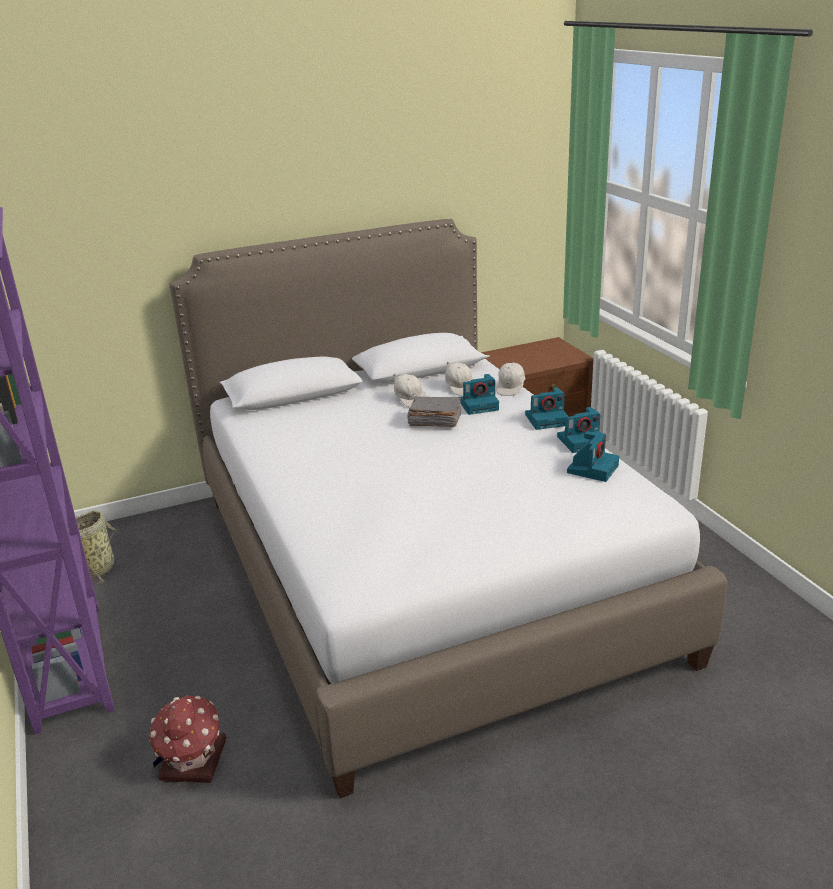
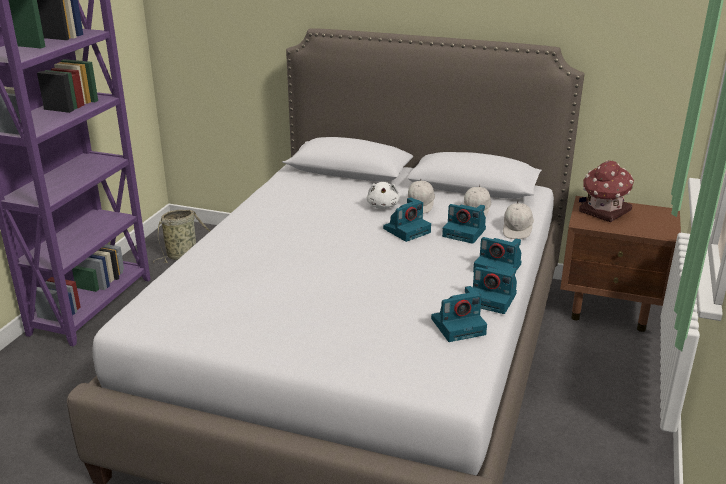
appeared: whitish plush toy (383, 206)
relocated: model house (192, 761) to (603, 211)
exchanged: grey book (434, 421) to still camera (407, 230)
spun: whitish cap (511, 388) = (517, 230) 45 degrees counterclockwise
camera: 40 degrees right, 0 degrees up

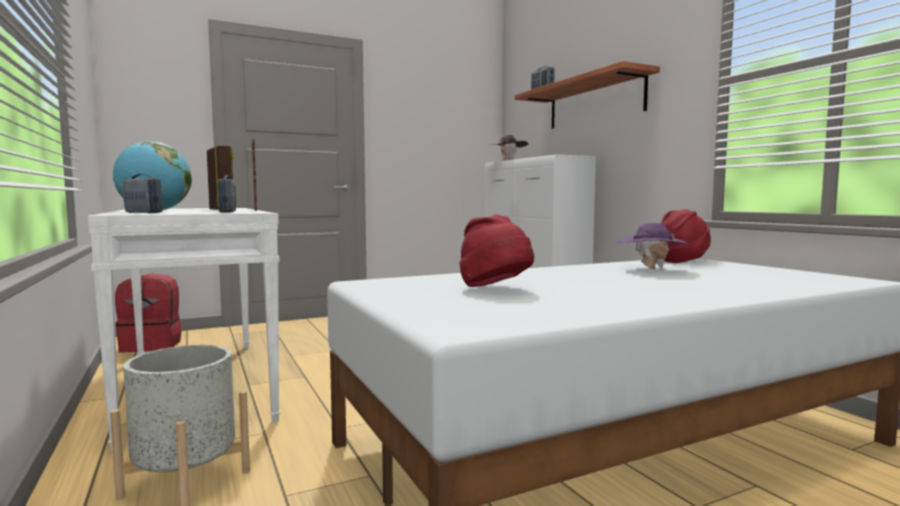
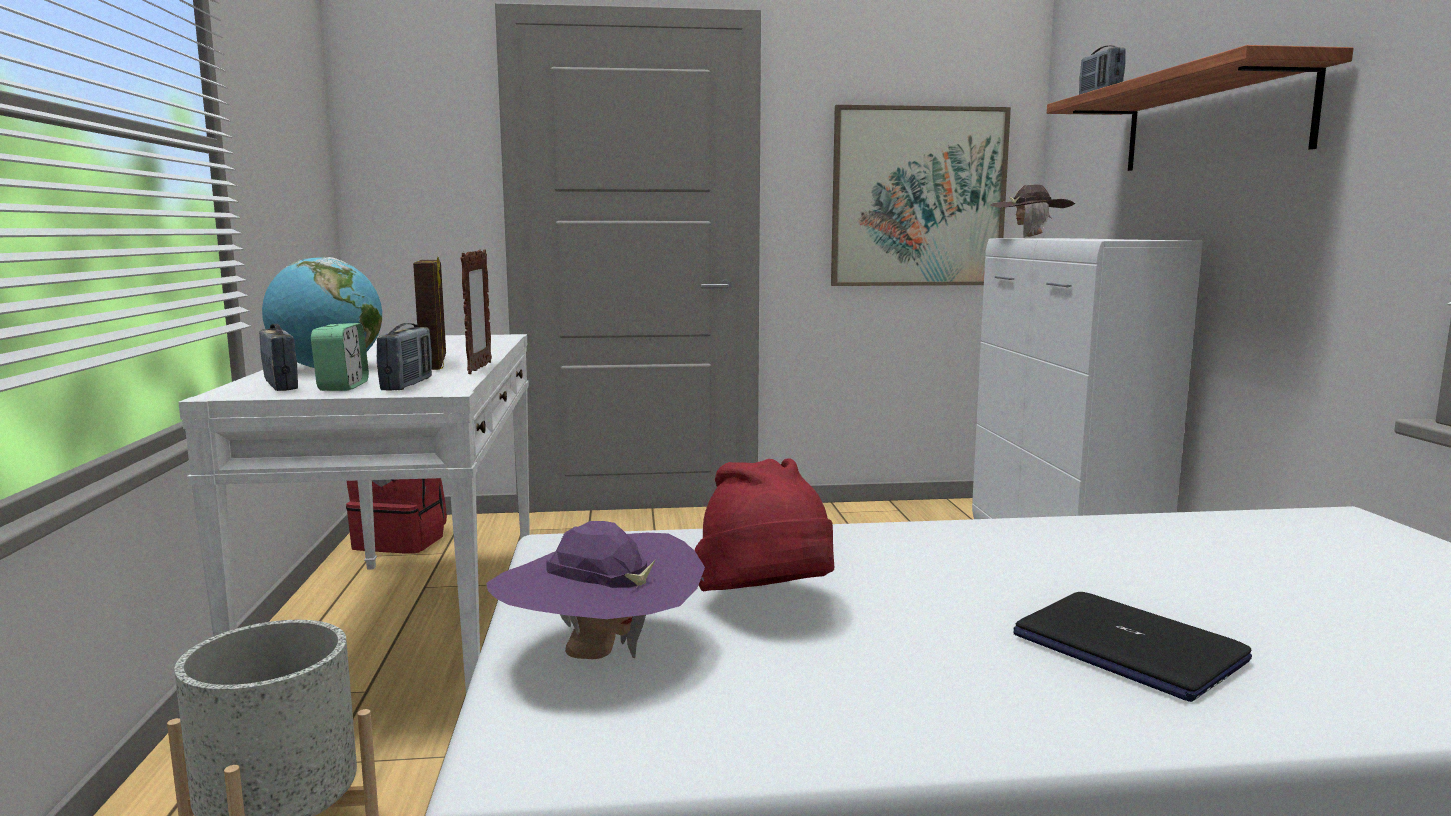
missing: red hat (682, 261)
appeared: wall art (918, 197); table clock (343, 386); portable computer (1126, 648)
relocated: purple-coloured hat (651, 270) to (599, 656)
camera: 20 degrees right, 5 degrees up

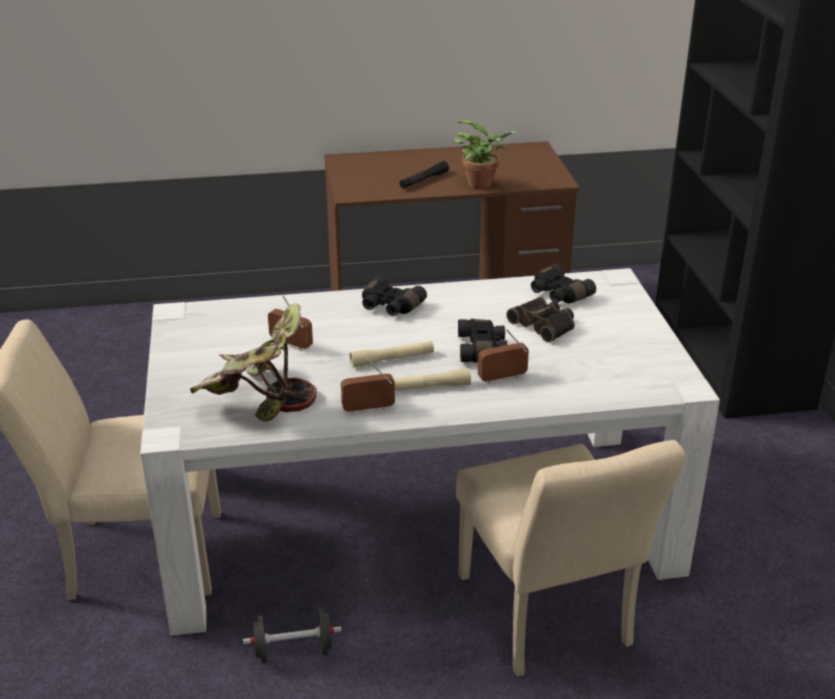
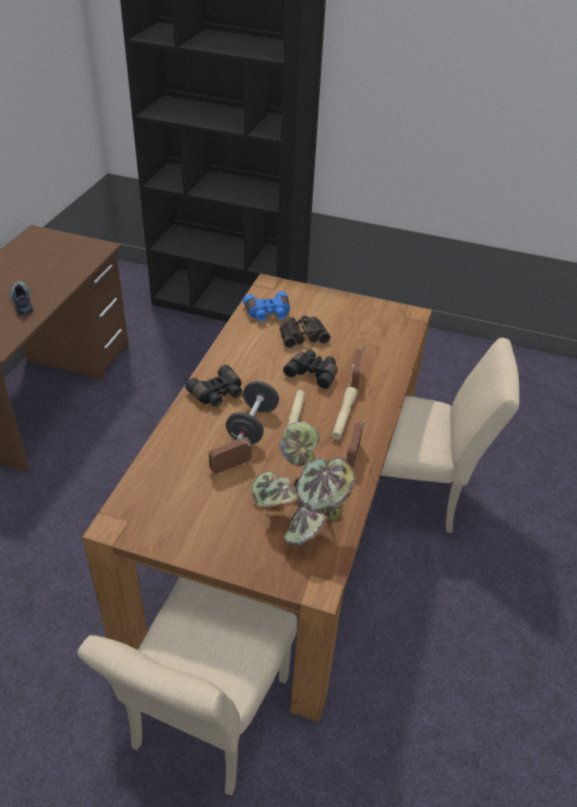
missing: houseplant (483, 184)
relocated: blackish hand weight (293, 651) to (252, 425)
exchanged: blackish flashlight (424, 180) to low shoe (21, 302)
colour: blackish pair of binoculars (558, 294) to blue pair of binoculars (268, 314); whitish dinner table (417, 519) to brown dinner table (282, 518)
camera: 65 degrees left, 10 degrees up

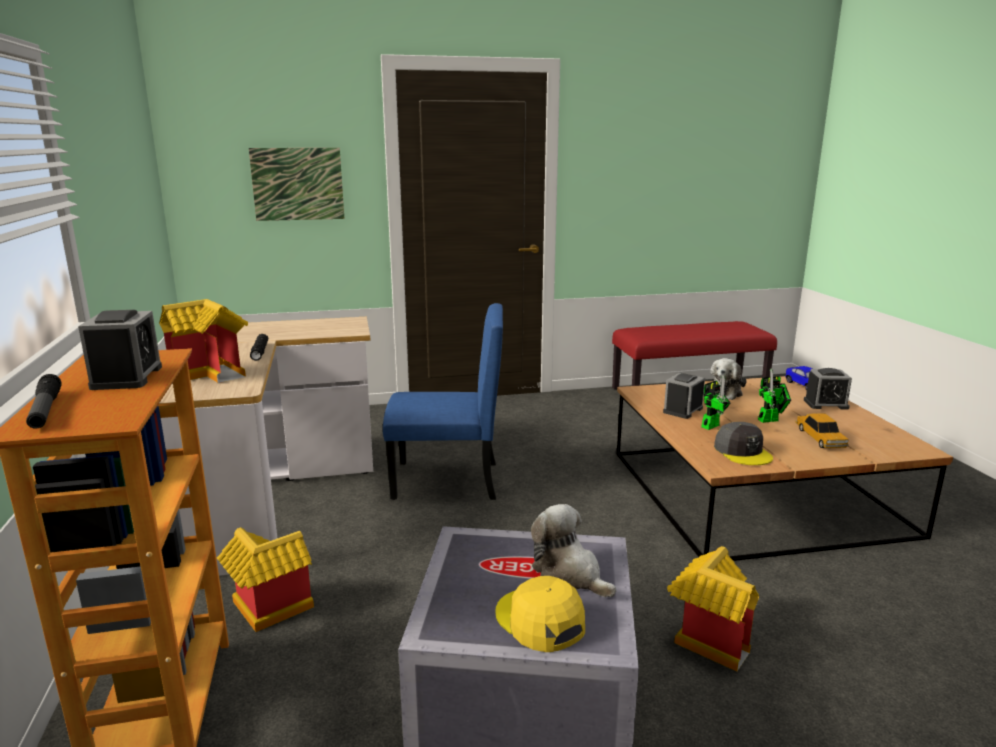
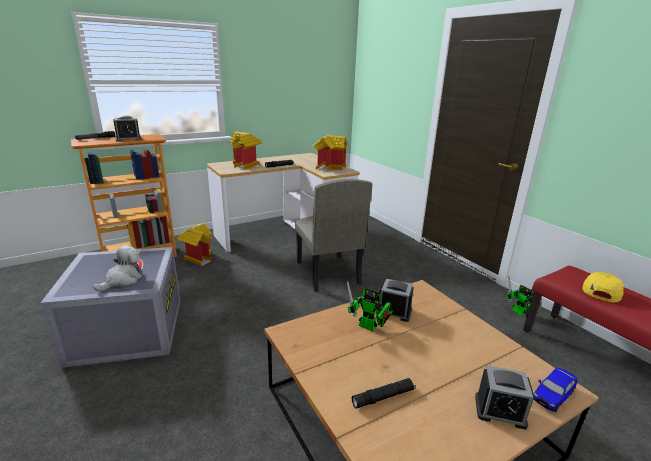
missing: wall art (297, 184); plush toy (725, 392); grey cap (742, 452)
relocated: robot figure (771, 420) to (520, 313); model house (706, 638) to (329, 167); yellowish cap (539, 620) to (601, 291)
exchanged: miniature car (820, 438) to blackish flashlight (383, 397)
colour: blue upright chair (446, 481) to beige upright chair (327, 273)
spun: table clock (826, 404) = (500, 411) 60 degrees counterclockwise
camera: 70 degrees right, 5 degrees up

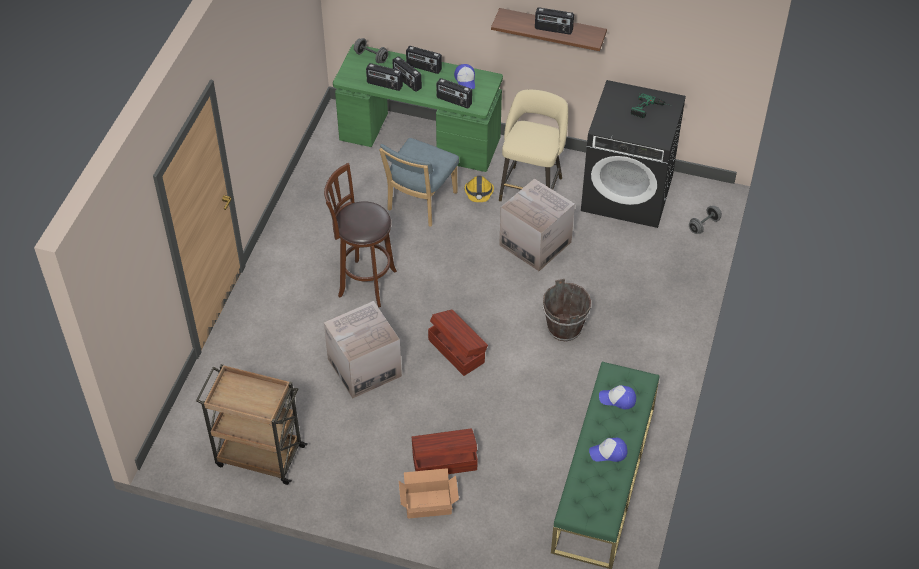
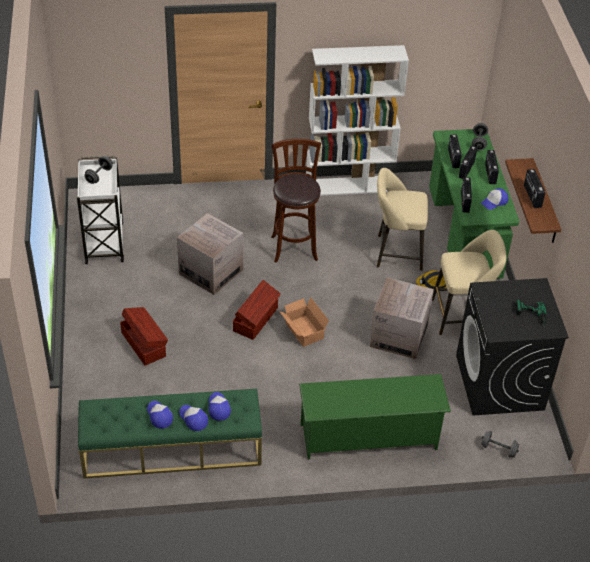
missing: brown water bucket (564, 328)
appeared: whitish shelving unit (349, 186); grey hand weight (99, 175); green-coloured shoe rack (369, 437); cap (193, 419)
relocated: packing box (429, 505) to (303, 332)
exchanged: blue upright chair (420, 203) to beige sitting stool (396, 252)
colour: brown wheeled cart (258, 455) to whitish wheeled cart (104, 241)
camera: 65 degrees right, 5 degrees down

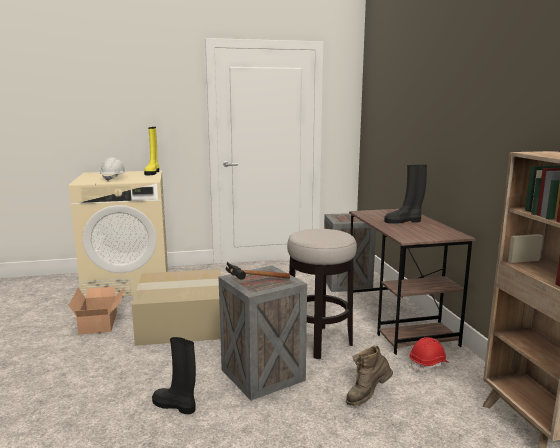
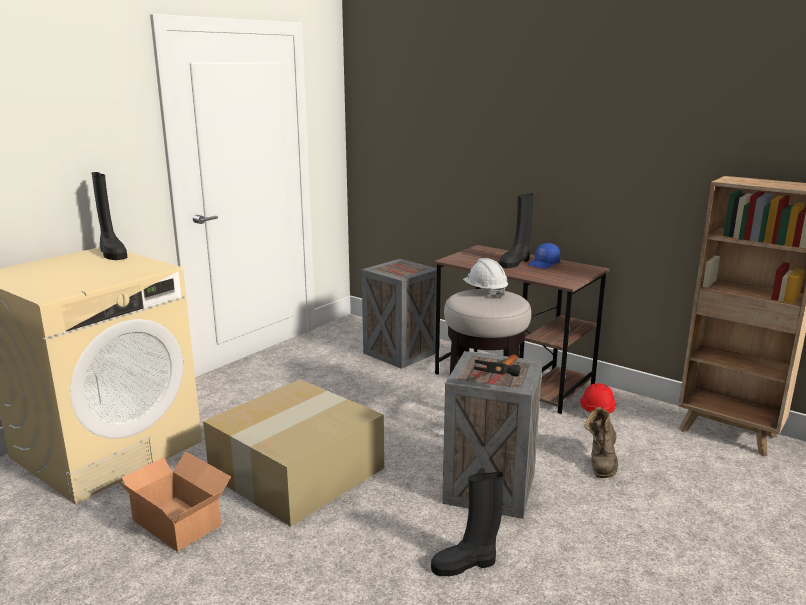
appeared: blue cap (544, 264)
relocated: whitish hard hat (114, 178) to (485, 291)
colour: yellowish boot (152, 173) to blackish boot (112, 253)
camera: 40 degrees left, 5 degrees up

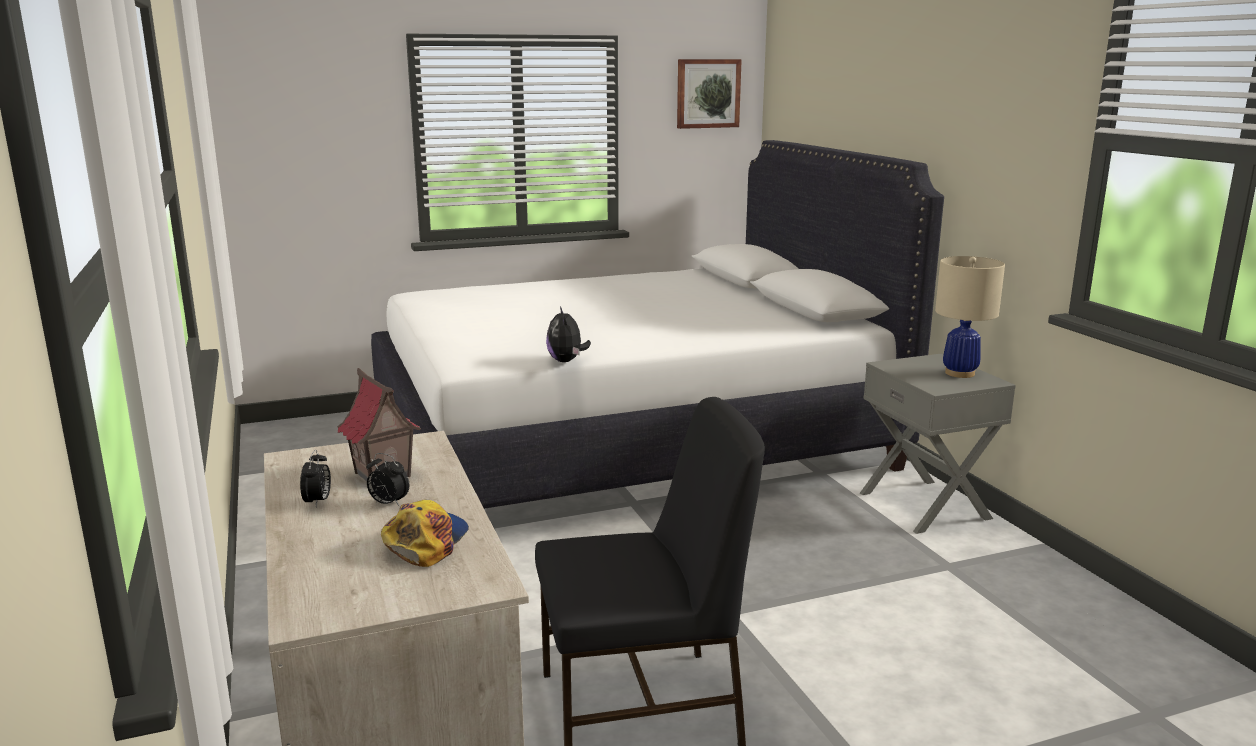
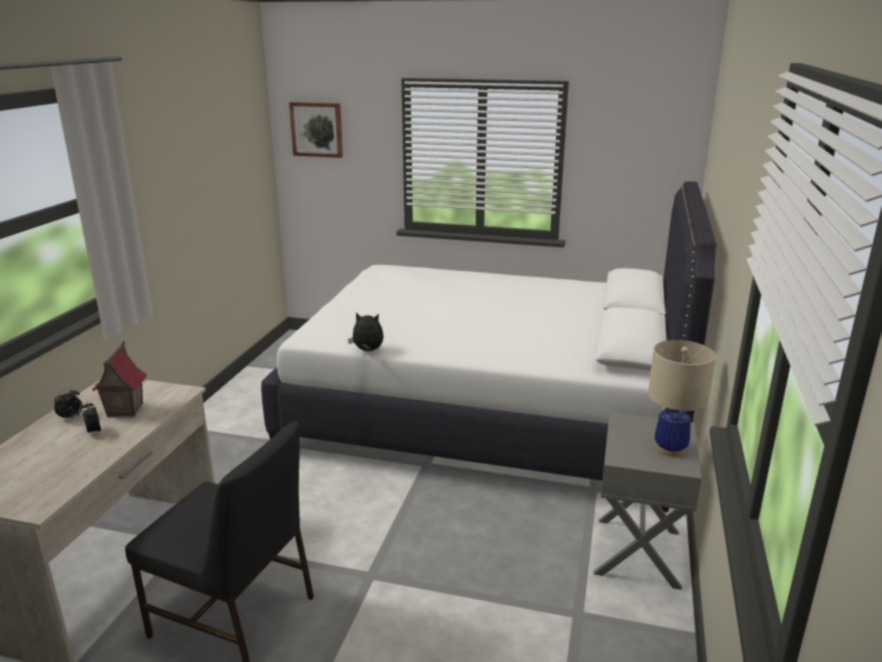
missing: cap (425, 541)
relocated: wall art (707, 93) to (317, 129)
spun: plush toy (567, 361) = (367, 351) 75 degrees clockwise
camera: 35 degrees right, 5 degrees up

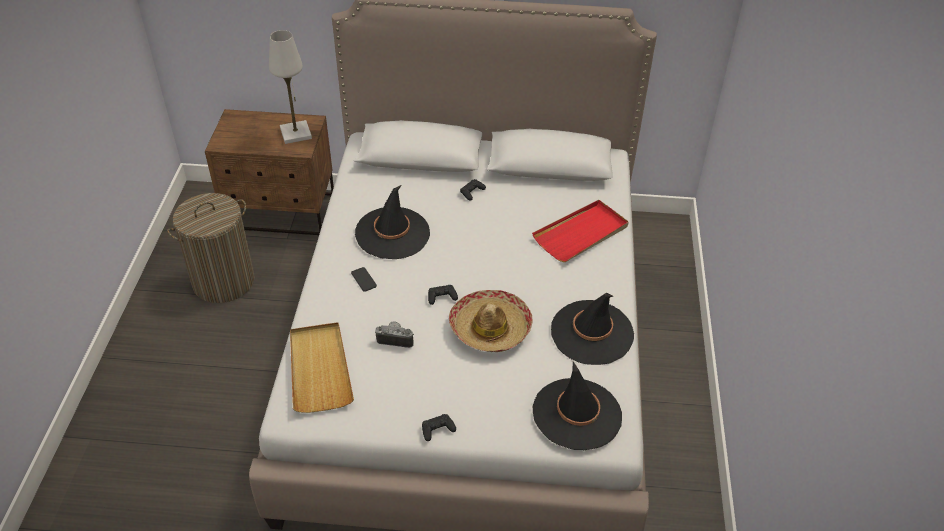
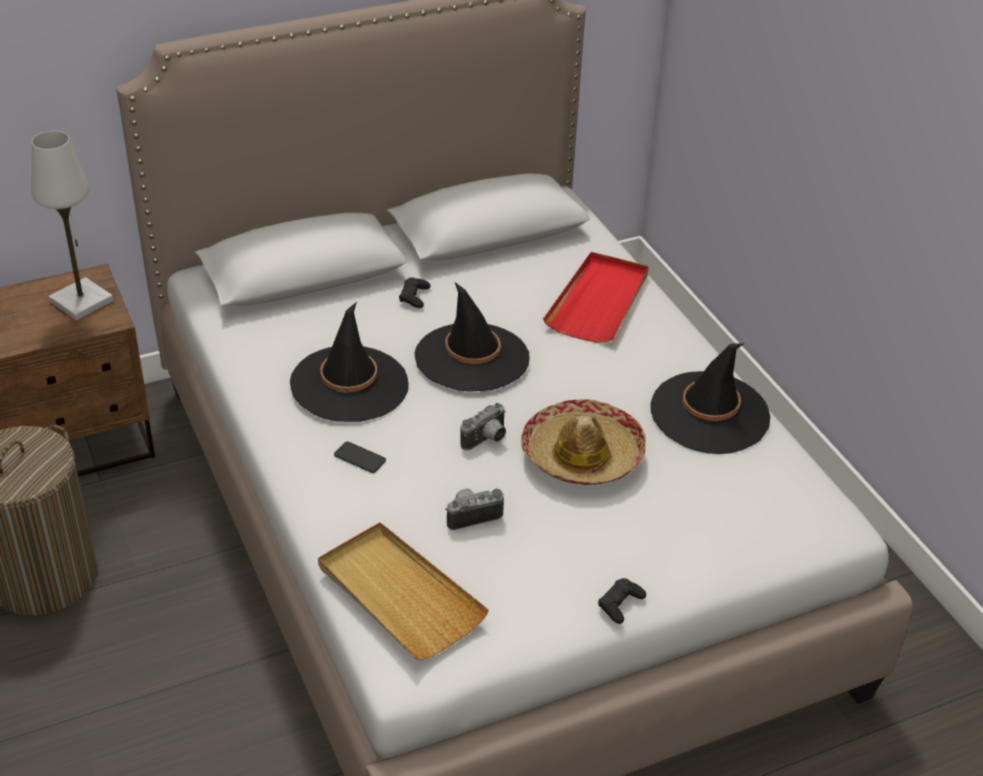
relocated: blackish hat (577, 414) to (472, 358)
exchanged: blackish joypad (442, 297) to still camera (487, 440)
camera: 30 degrees left, 5 degrees down

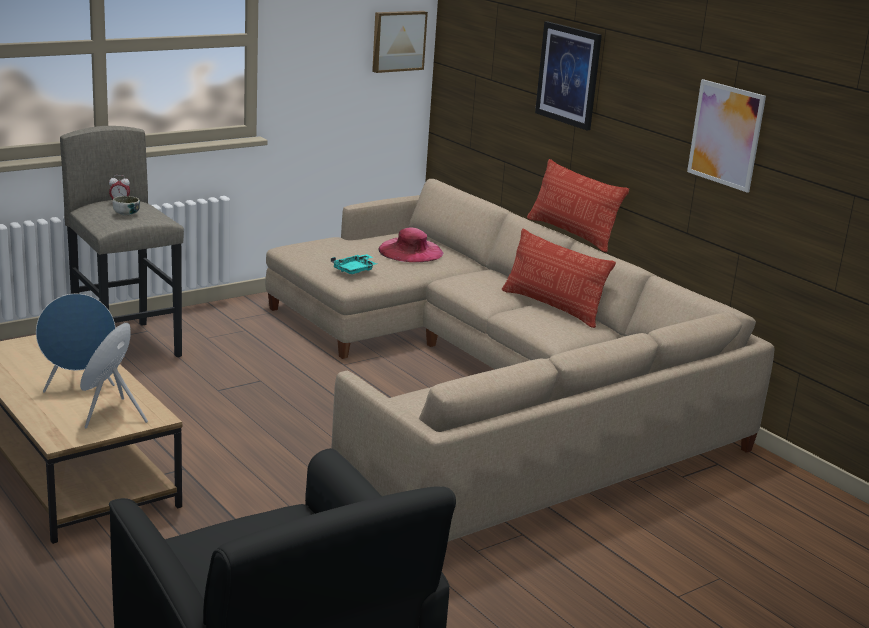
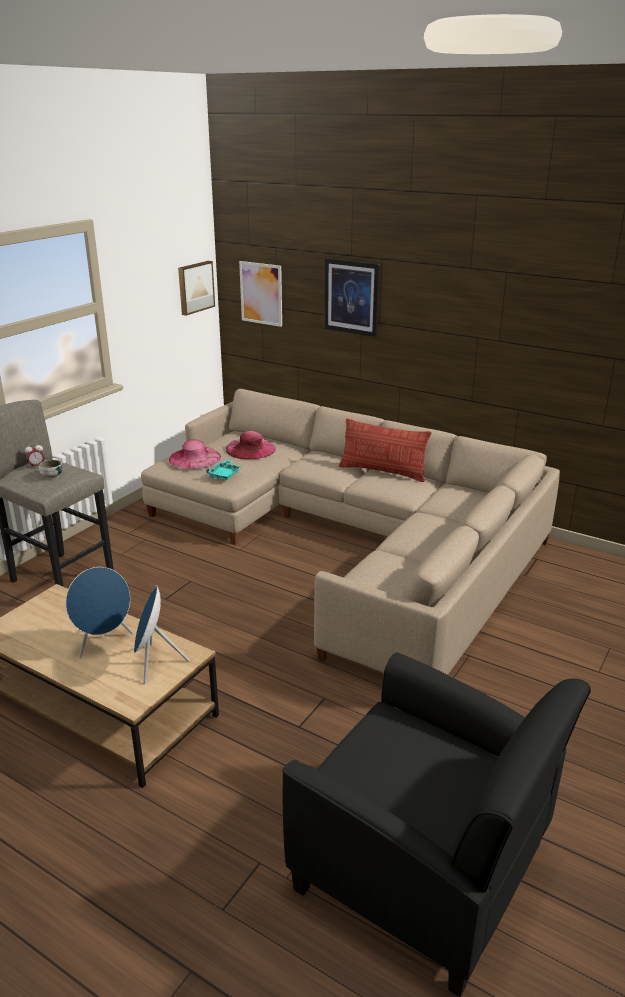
missing: throw pillow (572, 234)
appeared: pinkish hat (194, 458)
relocated: wall art (725, 135) to (261, 293)
camera: 20 degrees left, 5 degrees up

